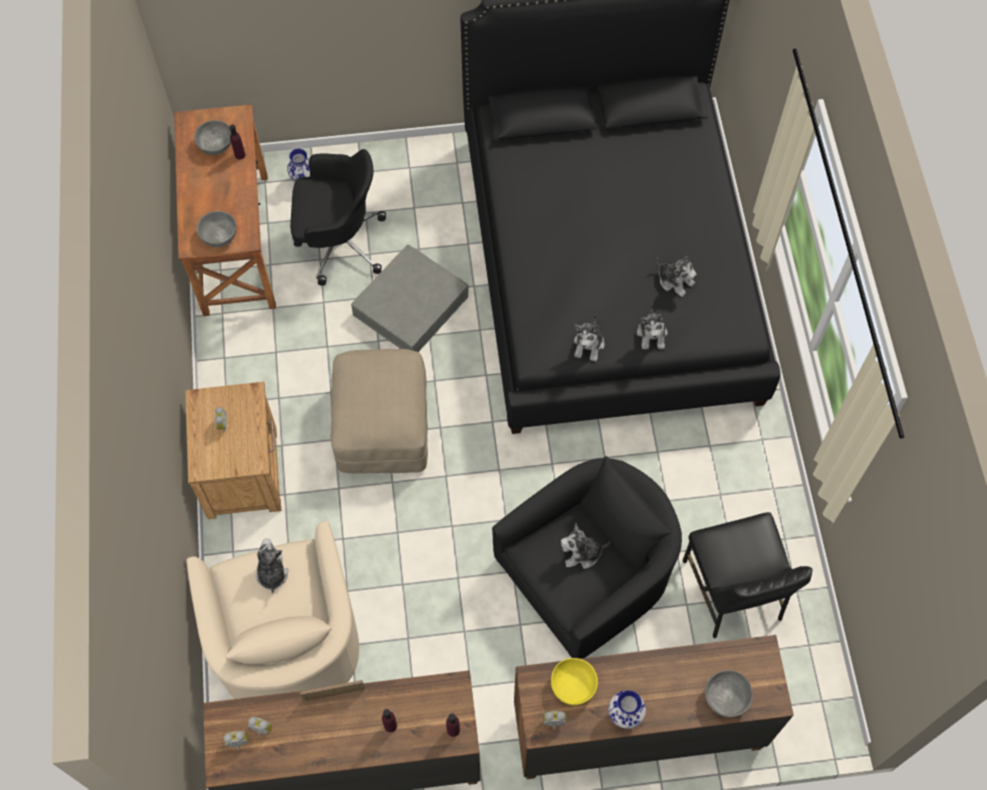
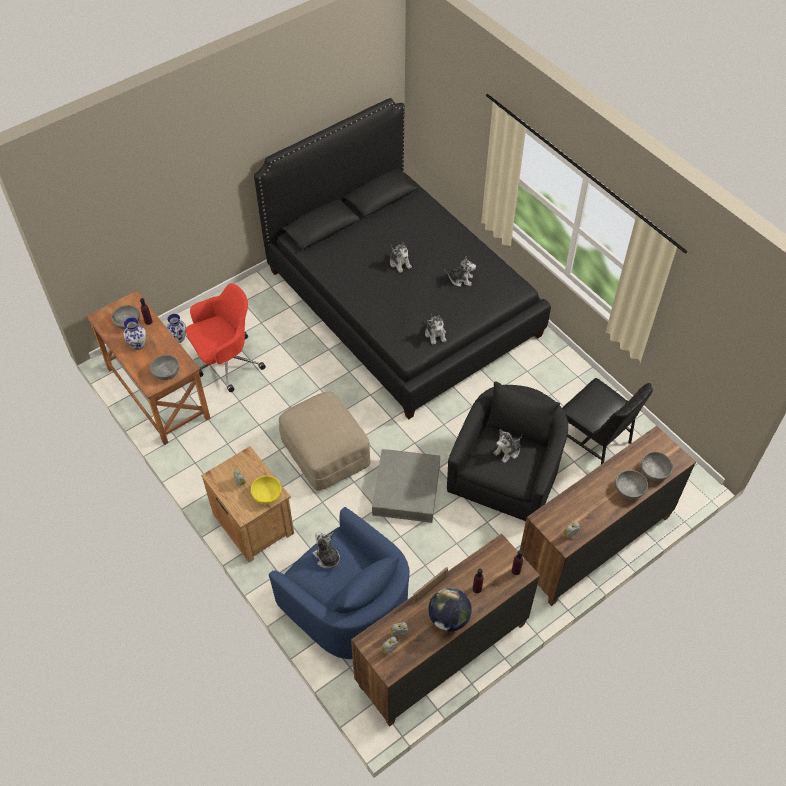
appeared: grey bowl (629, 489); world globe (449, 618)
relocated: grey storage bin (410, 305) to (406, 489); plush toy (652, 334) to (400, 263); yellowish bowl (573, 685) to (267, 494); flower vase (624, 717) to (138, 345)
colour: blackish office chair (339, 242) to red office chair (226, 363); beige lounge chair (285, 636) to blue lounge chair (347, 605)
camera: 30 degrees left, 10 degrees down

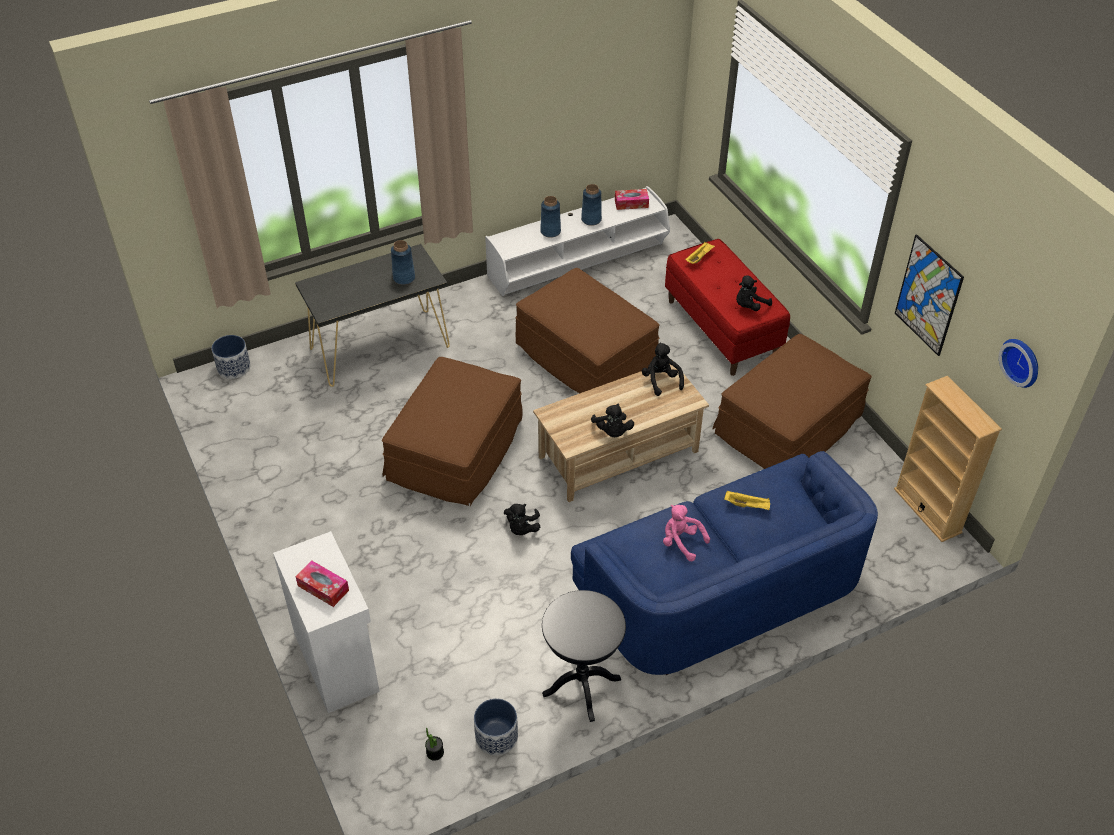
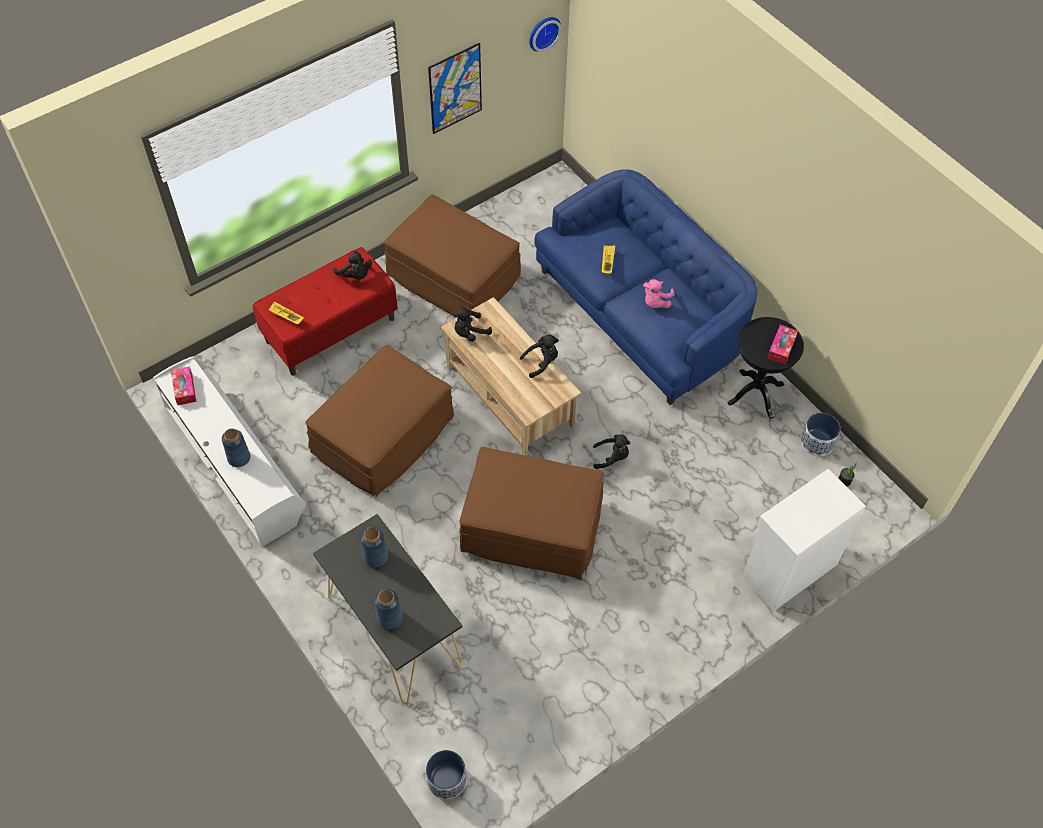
missing: beige shelving unit (927, 510)
relocated: blue flower vase (591, 219) to (389, 618); tissue holder (323, 588) to (781, 348)
camera: 100 degrees left, 10 degrees up

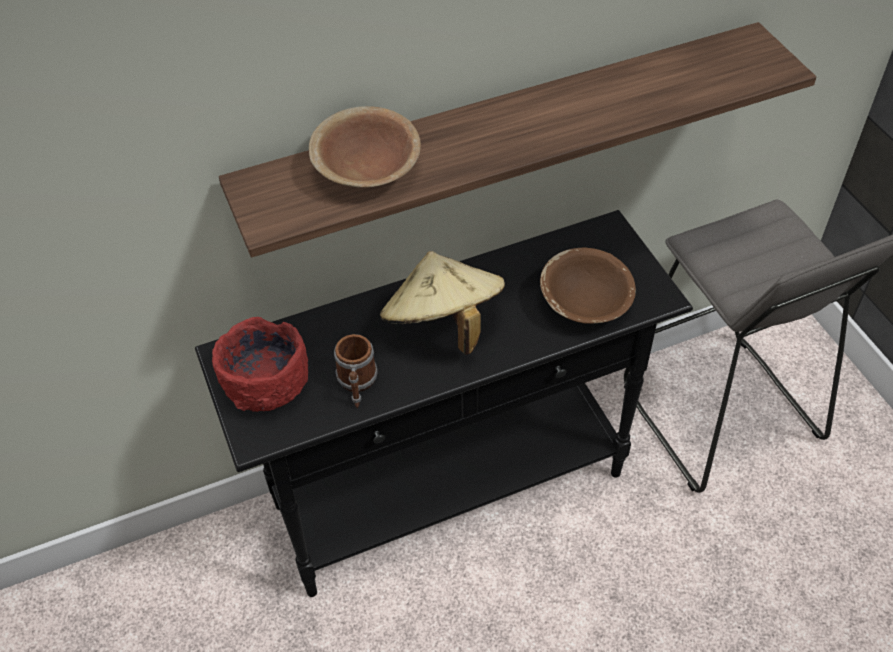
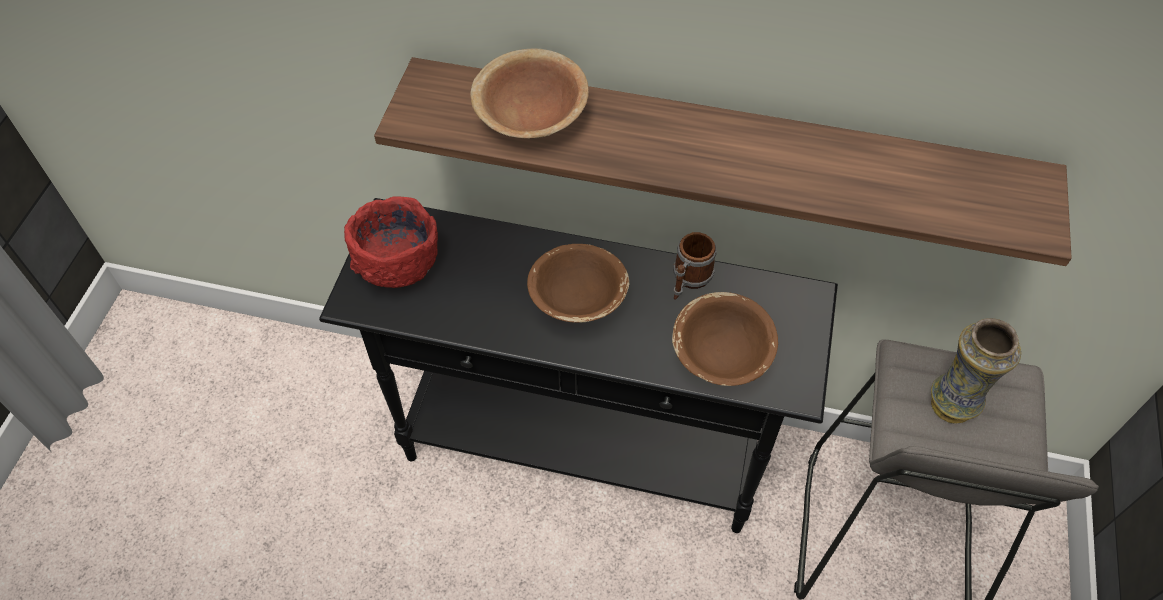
appeared: flower vase (952, 404)
relocated: coffee mug (357, 384) to (688, 280)
exchanged: beige hat (443, 326) to brown bowl (578, 298)
camera: 35 degrees right, 5 degrees up

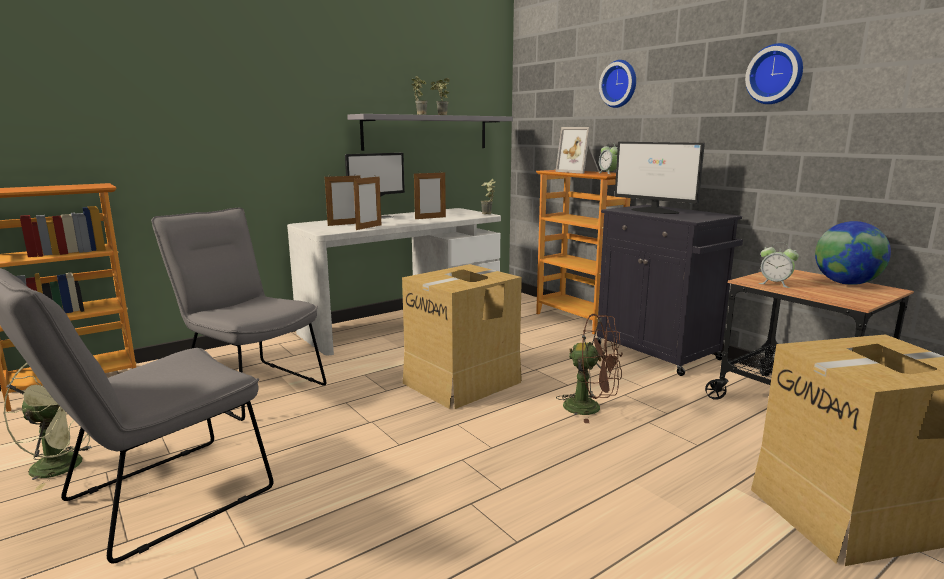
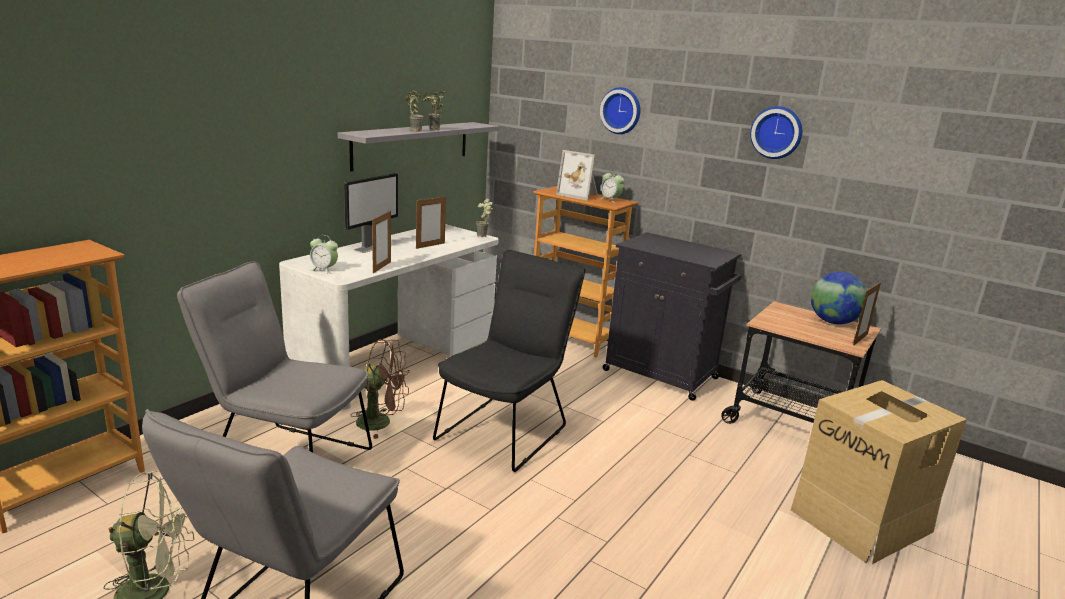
missing: computer display (655, 211)
relocated: photo frame (345, 224) to (860, 339); table clock (775, 284) to (324, 270); brown electric fan (590, 408) to (381, 423)
exchanged: packing box (463, 382) to blackish upright chair (507, 429)
camera: 20 degrees left, 5 degrees up

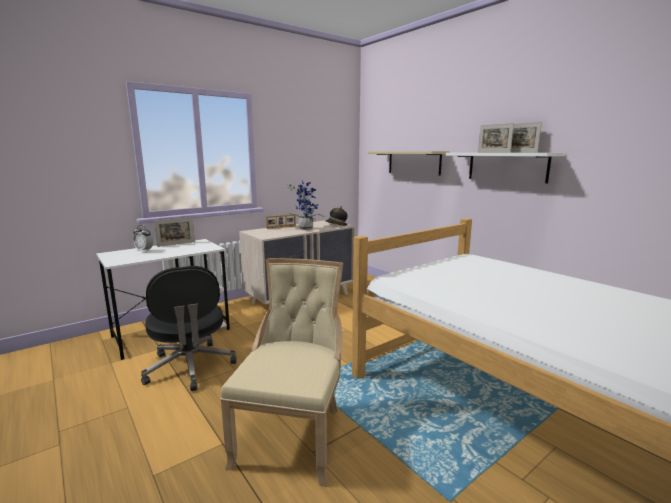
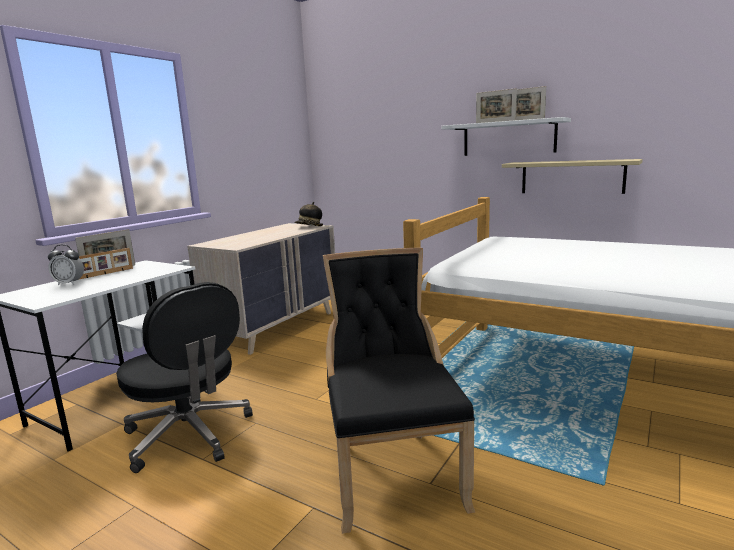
missing: houseplant (305, 228)
relocated: beige wall shelf (414, 162) to (572, 177); photo frame (281, 227) to (105, 274)
colour: beige upright chair (293, 434) to blackish upright chair (393, 472)
camera: 20 degrees left, 0 degrees up

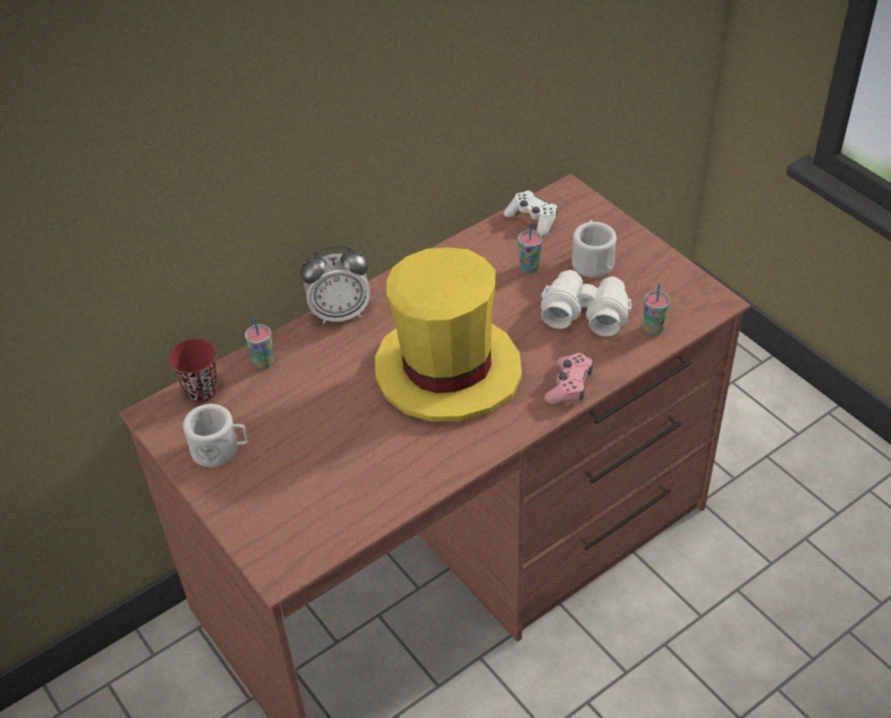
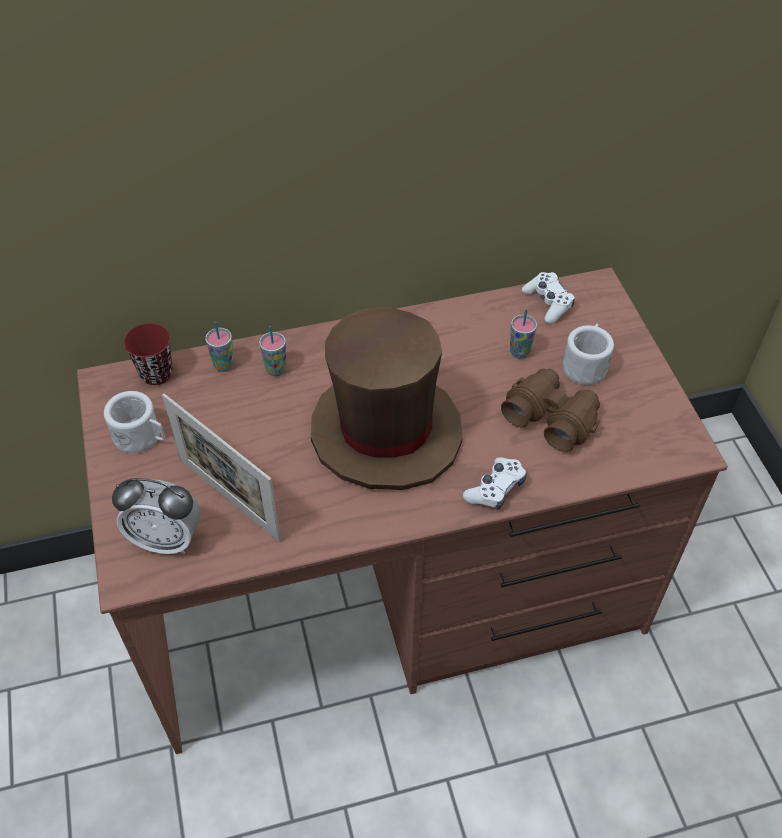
appeared: photo frame (229, 499)
relocated: table clock (340, 313) to (166, 539); drinking cup (653, 329) to (276, 369)
colour: yellowish hat (447, 371) to brown hat (385, 432); whitish pair of binoculars (585, 312) to brown pair of binoculars (551, 417); pinkish joypad (569, 385) to whitish joypad (495, 489)
camera: 20 degrees right, 5 degrees up

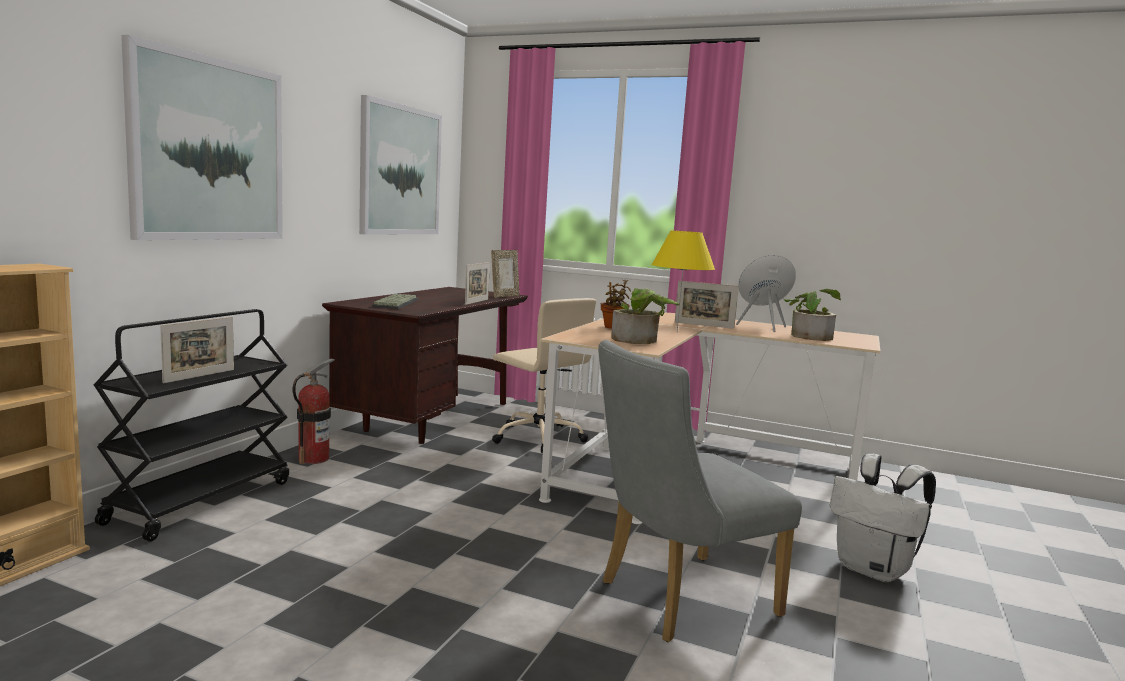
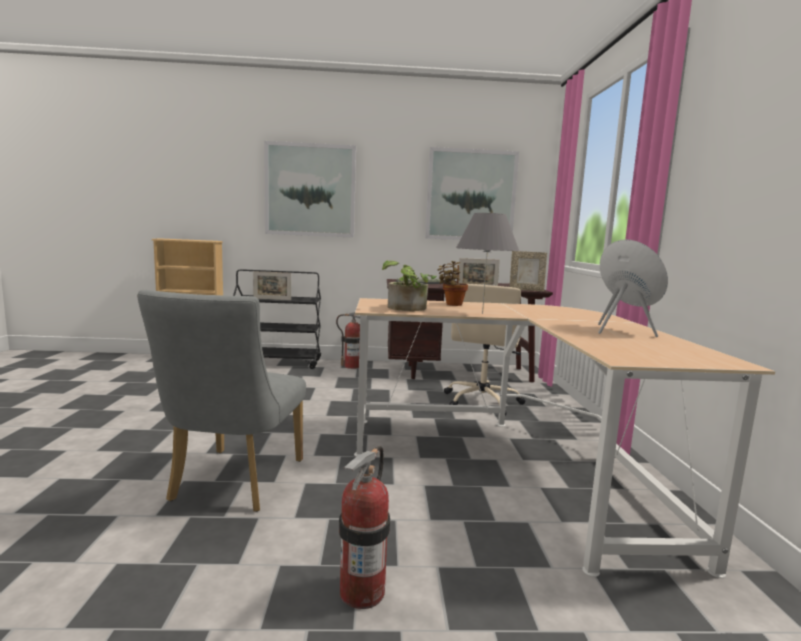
missing: photo frame (704, 325); houseplant (809, 336)
exchanged: whitish knapsack (874, 570) to extinguisher (362, 591)
colour: yellowish tabletop lamp (677, 332) to grey tabletop lamp (482, 314)
spun: grey upright chair (676, 600) = (233, 484) 120 degrees counterclockwise
camera: 65 degrees right, 0 degrees up

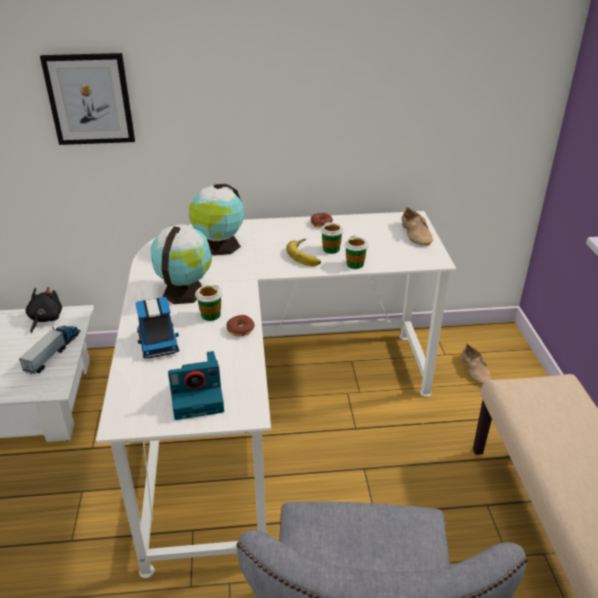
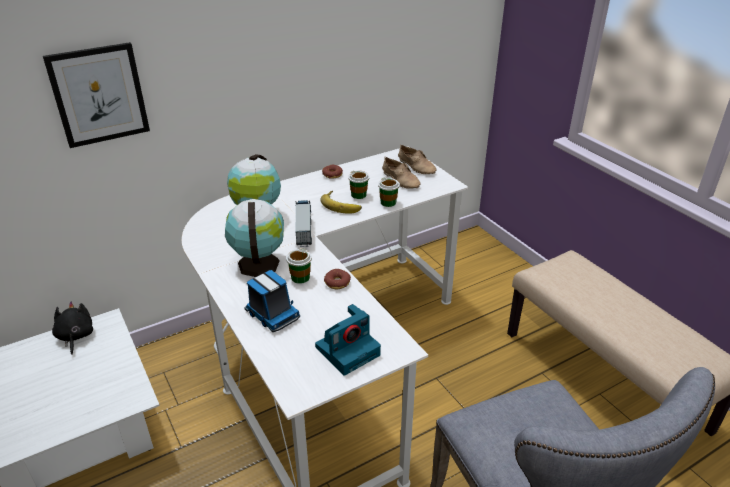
relocated: toy lorry (53, 353) to (304, 227); beige low shoe (476, 370) to (401, 179)
camera: 25 degrees left, 0 degrees up

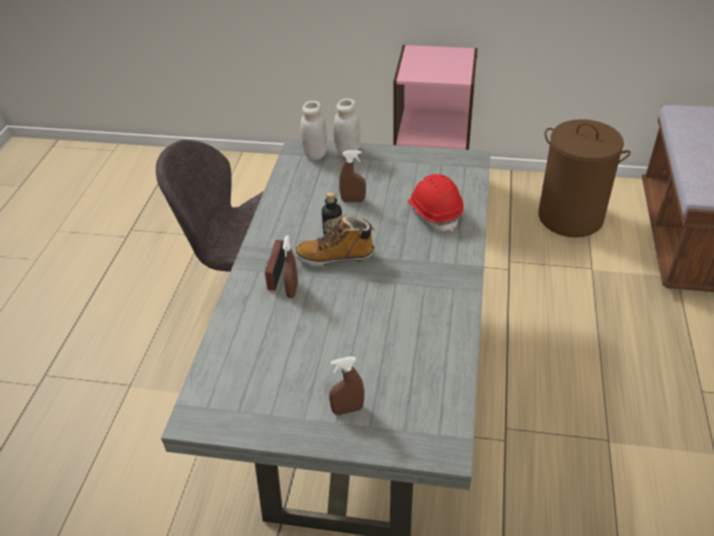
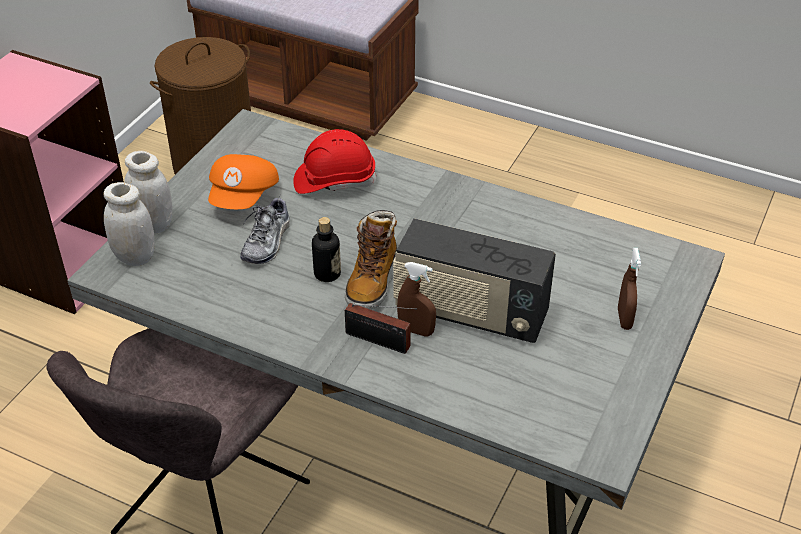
appeared: orangey cap (244, 197); radio receiver (470, 313)
exchanged: brown hand sprayer (353, 200) to low shoe (267, 242)
camera: 75 degrees left, 0 degrees up

